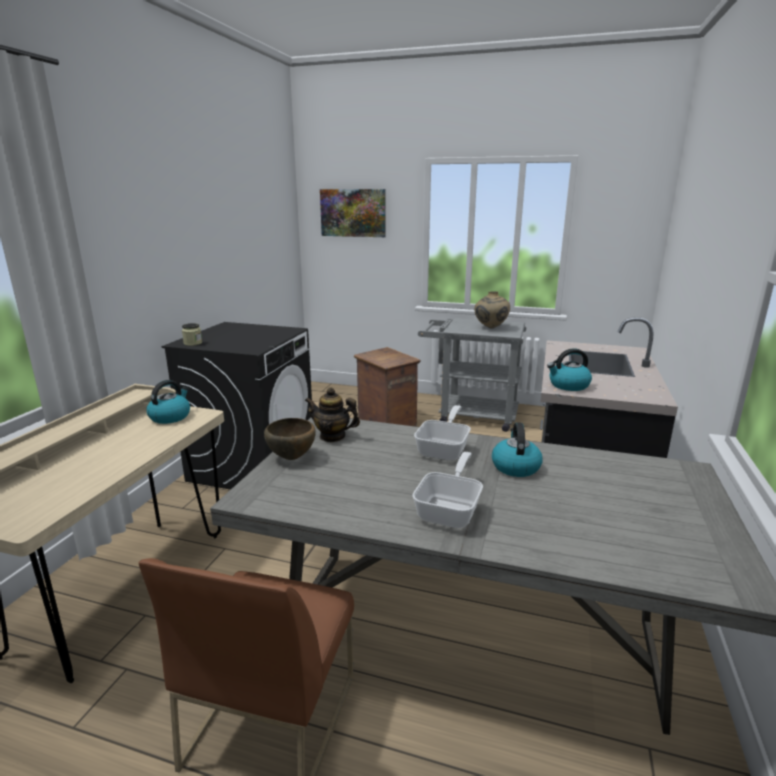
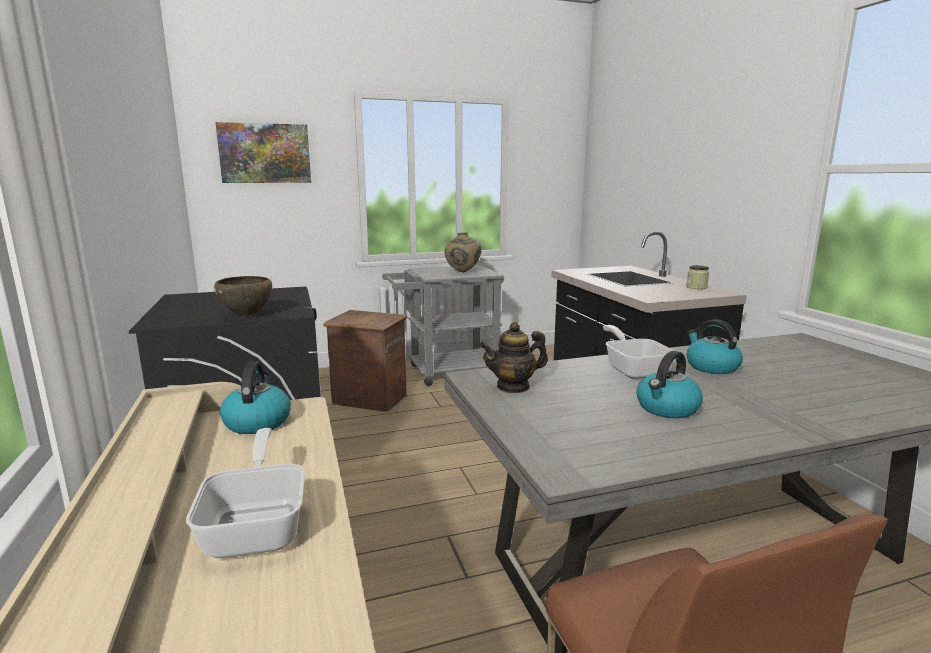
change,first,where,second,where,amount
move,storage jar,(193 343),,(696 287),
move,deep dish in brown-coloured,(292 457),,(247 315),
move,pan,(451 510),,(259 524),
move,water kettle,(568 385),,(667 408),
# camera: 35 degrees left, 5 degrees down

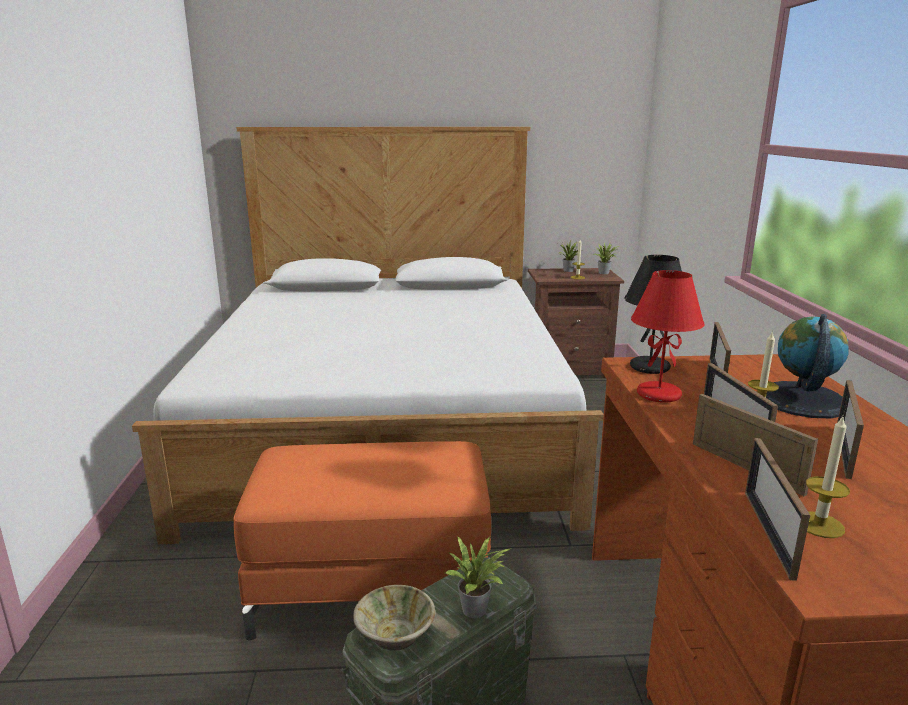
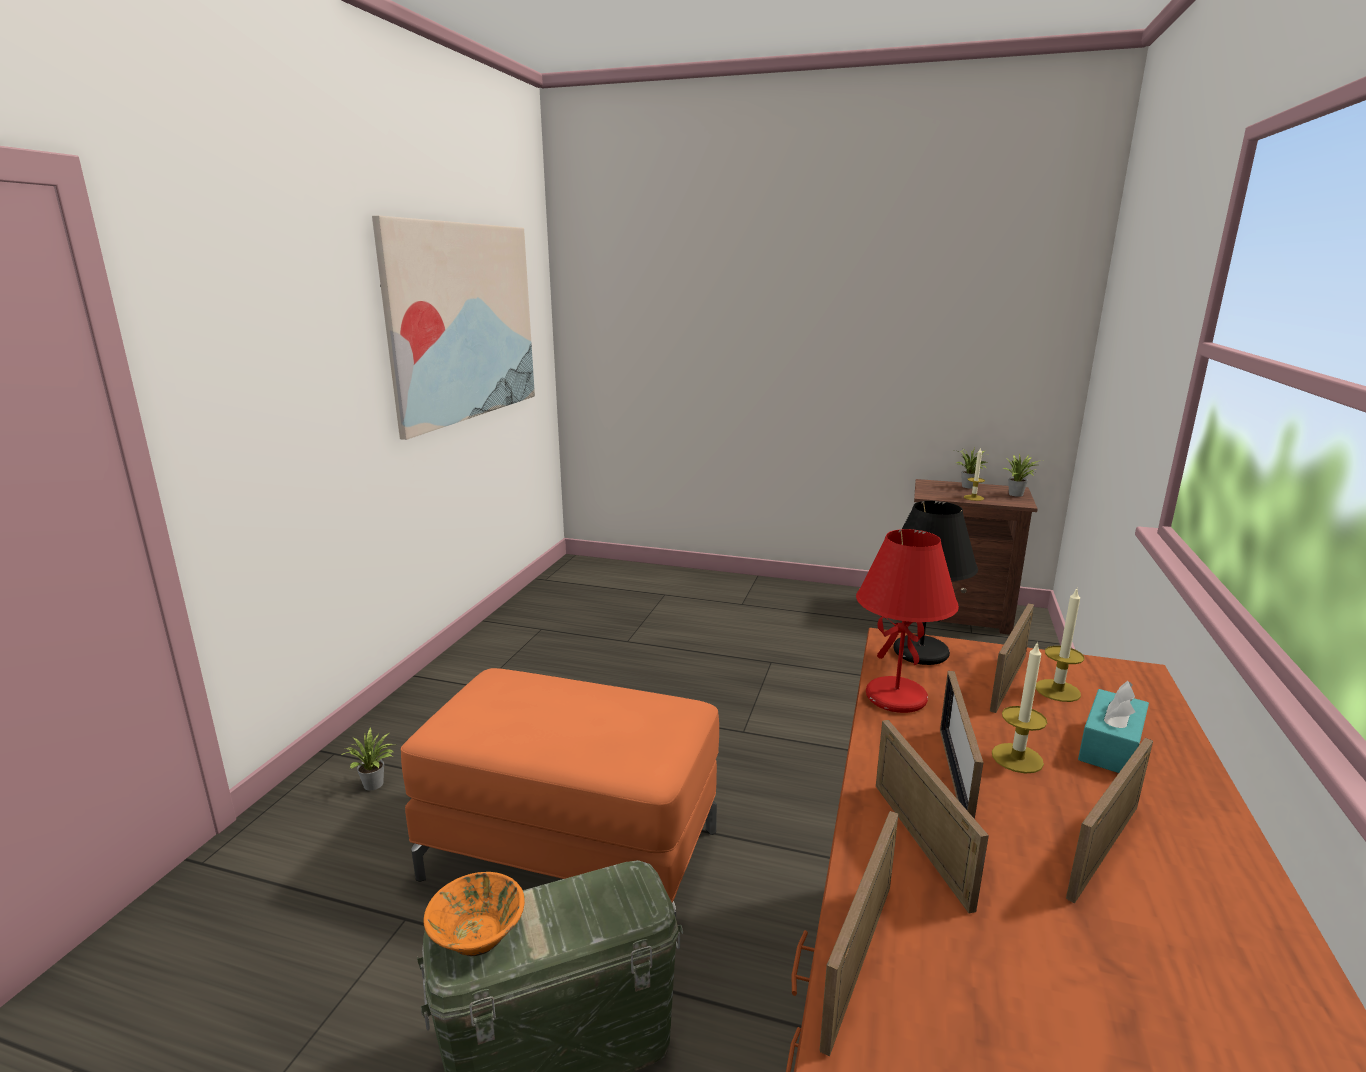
change,first,where,second,where,amount
delete,bed,(387 427),,,
insert,,,wall picture,(464 322),
move,plant in a pot,(478 609),,(375 785),
move,candle,(819 524),,(1057 690),
replace,desk globe,(801 400),box of tissues in blue-green,(1110 747),
recolor,deep dish in sand-coloured,(395 633),deep dish in orangey,(478 933),
# camera: 20 degrees right, 0 degrees up

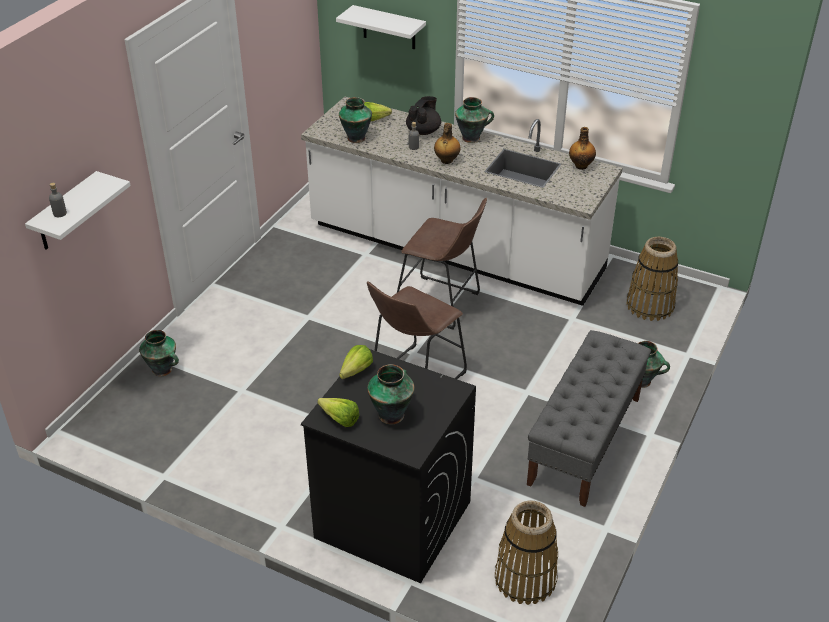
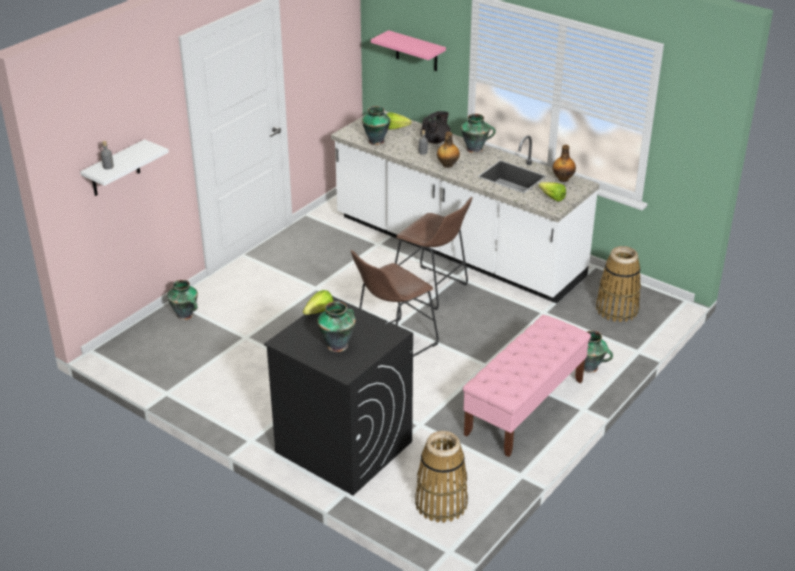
change,first,where,second,where,amount
move,lettuce head,(337 418),,(550 197),
recolor,bracket shelf in white,(389 28),bracket shelf in pinkish,(416 51),
recolor,long seat in gray,(585 441),long seat in pinkish,(524 407),
# camera: 10 degrees right, 5 degrees down

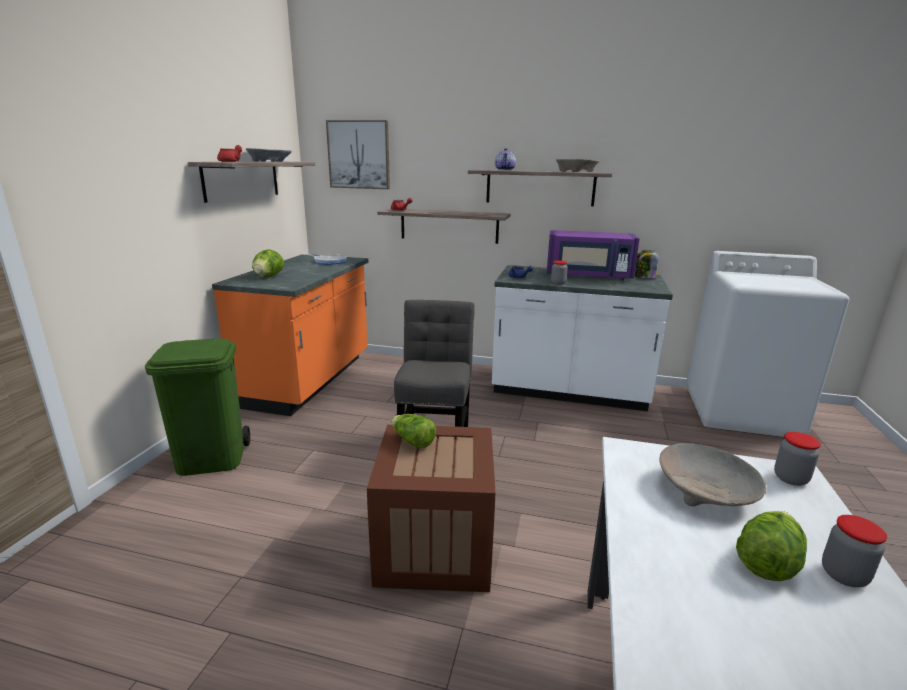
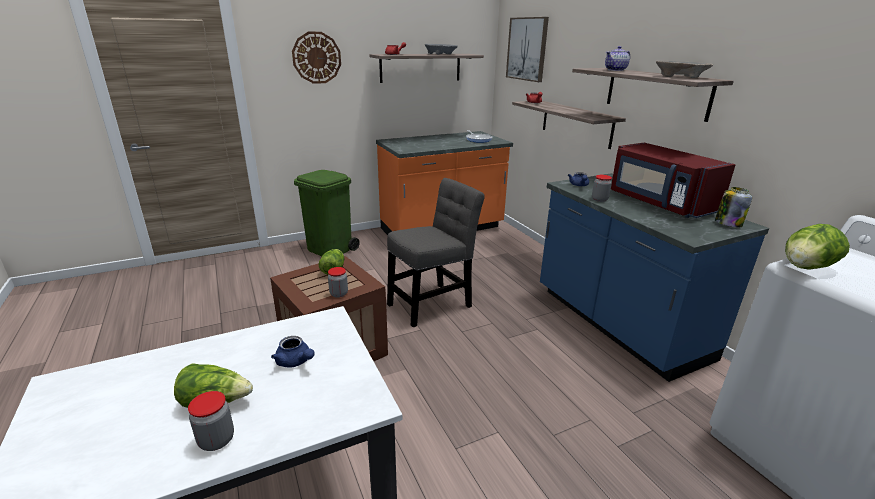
change,first,where,second,where,amount
insert,,,wall clock,(316 58),
move,lettuce head,(268 277),,(806 267),
move,storage jar,(790 478),,(339 294),
replace,deep dish in sand-coloured,(706 491),tea pot in blue,(295 362),
recolor,kitchen base unit in white,(568 392),kitchen base unit in blue,(617 324),
recolor,kitchen microwave in purplish,(588 276),kitchen microwave in reddish,(659 203),
# camera: 50 degrees right, 5 degrees up

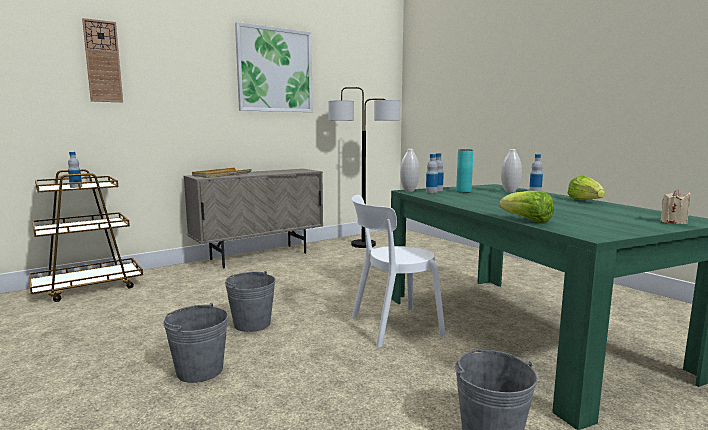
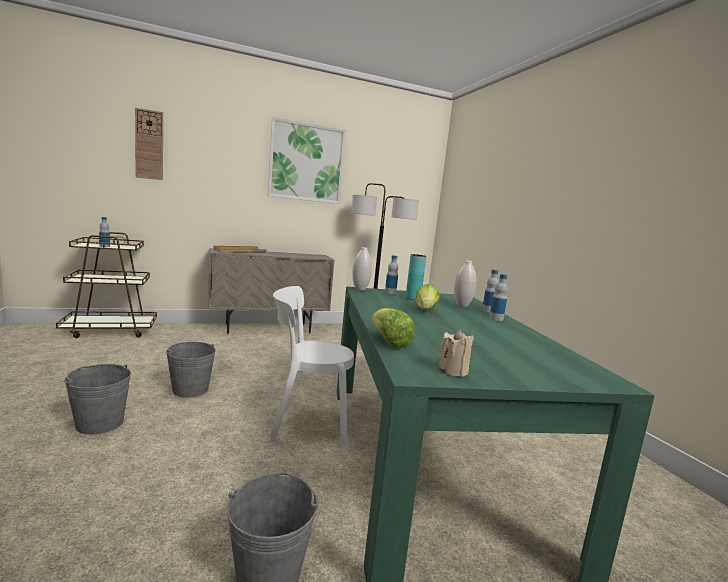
change,first,where,second,where,amount
move,beverage bottle,(431 192),,(496 319),
move,lettuce head,(585 201),,(425 310),
move,candle in sand-coloured,(673 222),,(453 371),
# camera: 15 degrees right, 0 degrees up

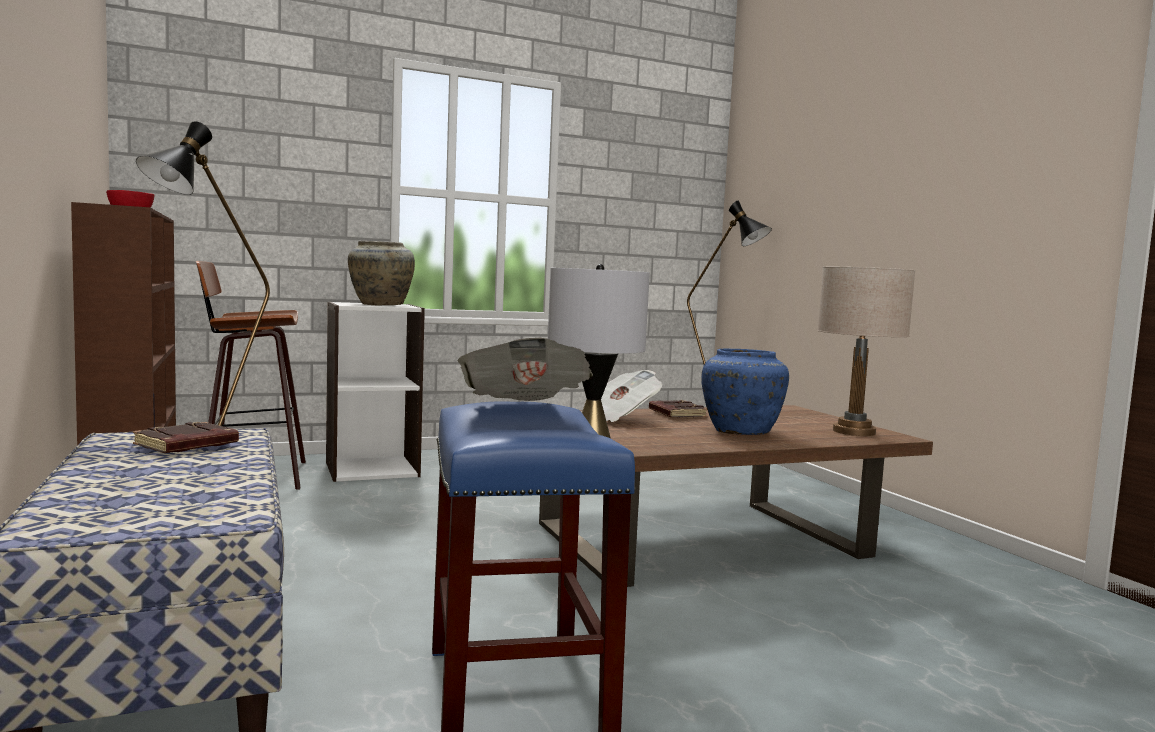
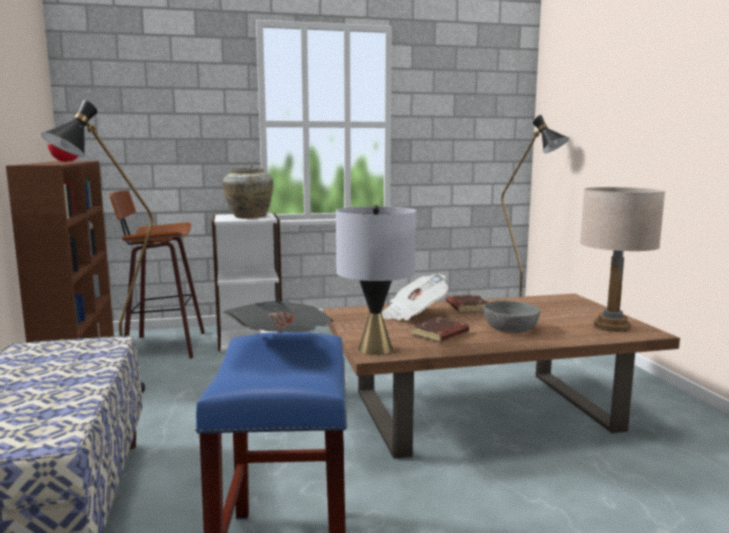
change,first,where,second,where,amount
move,book in brown-coloured,(186 445),,(440 334),
replace,decorative vase in blue,(741 432),deep dish in gray,(511 328),
# camera: 10 degrees right, 5 degrees up

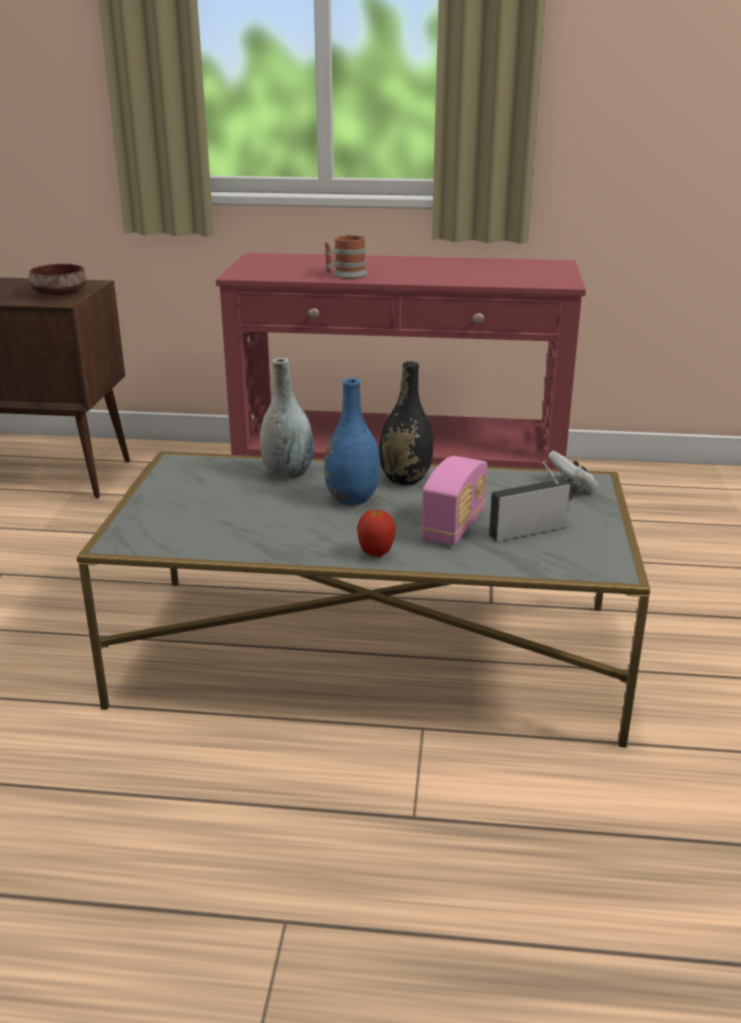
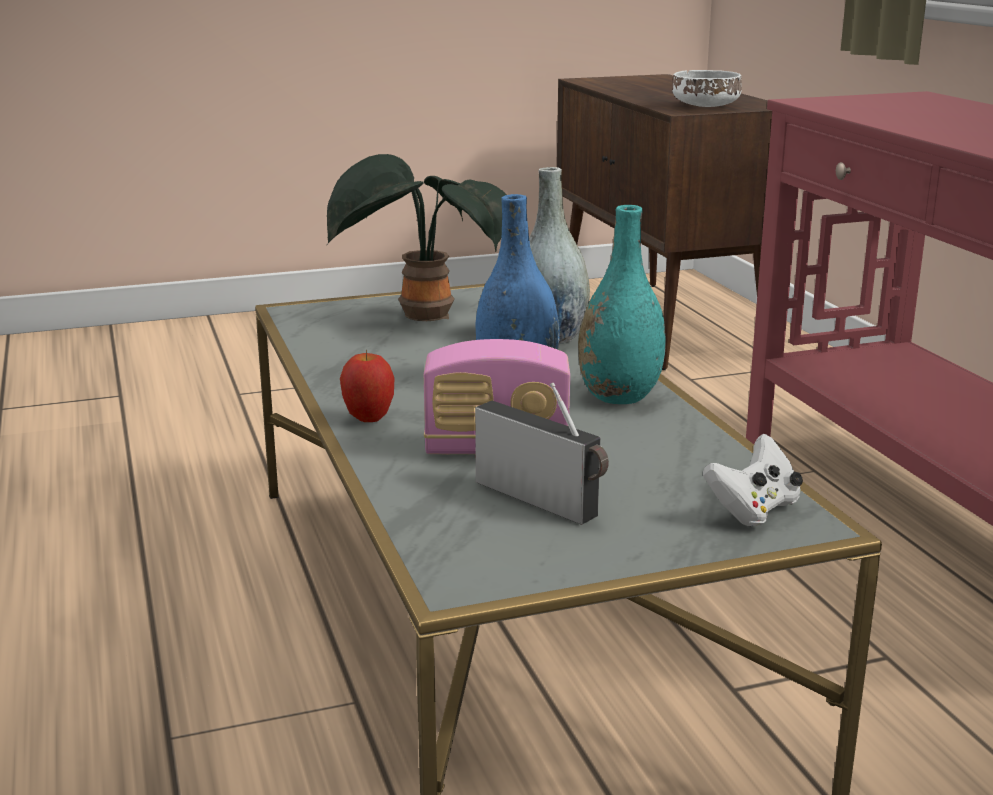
change,first,where,second,where,amount
delete,coffee mug,(345 275),,,
insert,,,plant in a pot,(420 318),
recolor,deep dish in brown-coloured,(61 294),deep dish in white,(705 106),
recolor,decorative vase in black,(405 479),decorative vase in blue-green,(619 396),
# camera: 65 degrees right, 5 degrees down

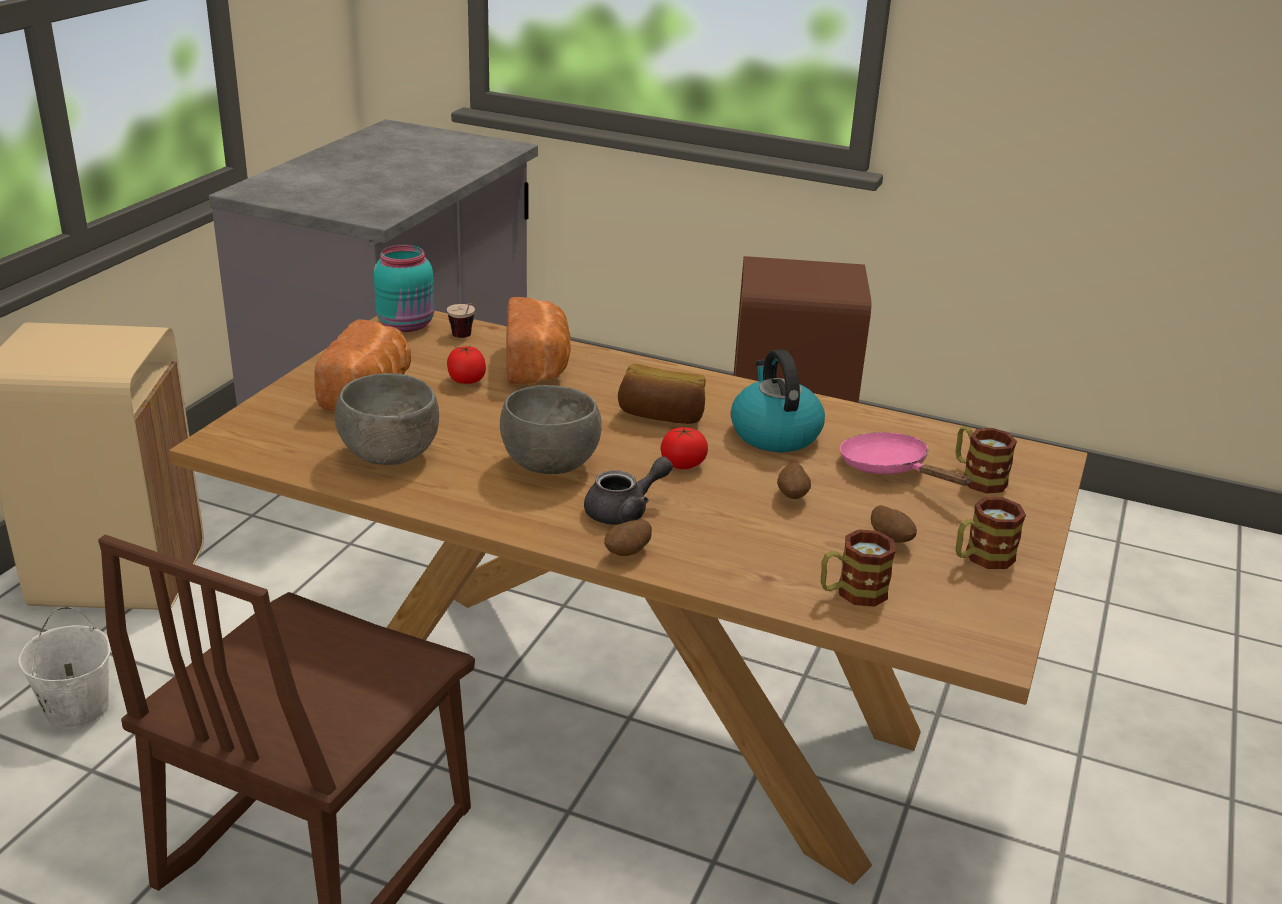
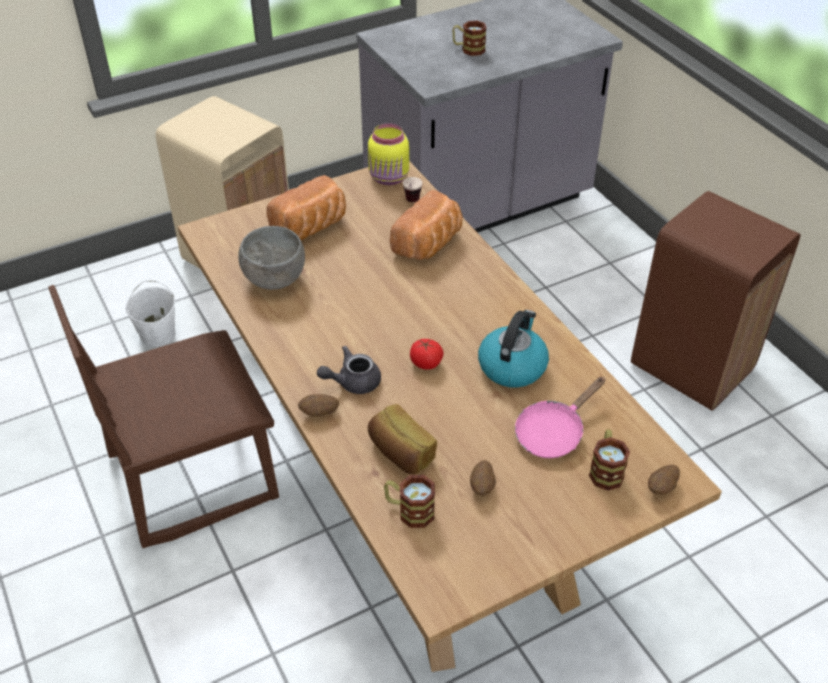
change,first,where,second,where,amount
delete,tomato,(466 380),,,
delete,deep dish in gray,(551 466),,,
move,bread,(662 415),,(400 453),
move,potato,(792 496),,(662 488),
move,coffee mug,(981 558),,(468 49),
recolor,storage jar in blue-green,(407 325),storage jar in yellowish,(389 178),
rotate,tea pot in gray,(625 511),,(352 382),150 degrees clockwise
rotate,pan in pinkish,(890 469),,(553 432),135 degrees counterclockwise
# camera: 40 degrees right, 15 degrees up

